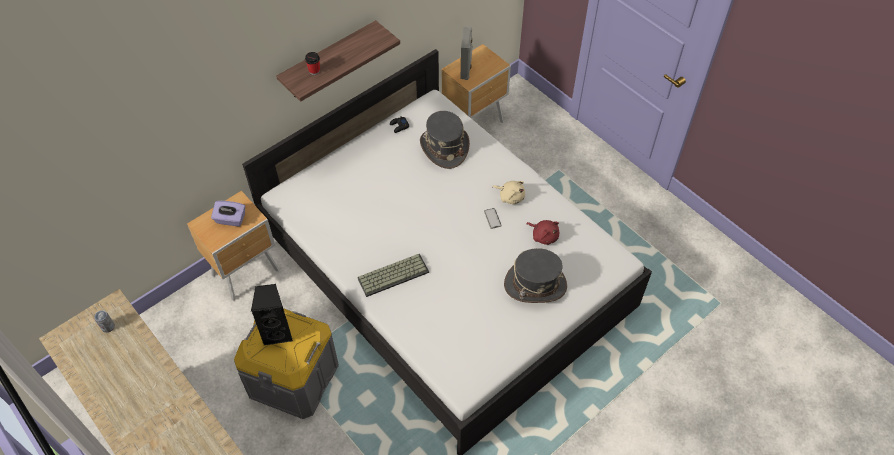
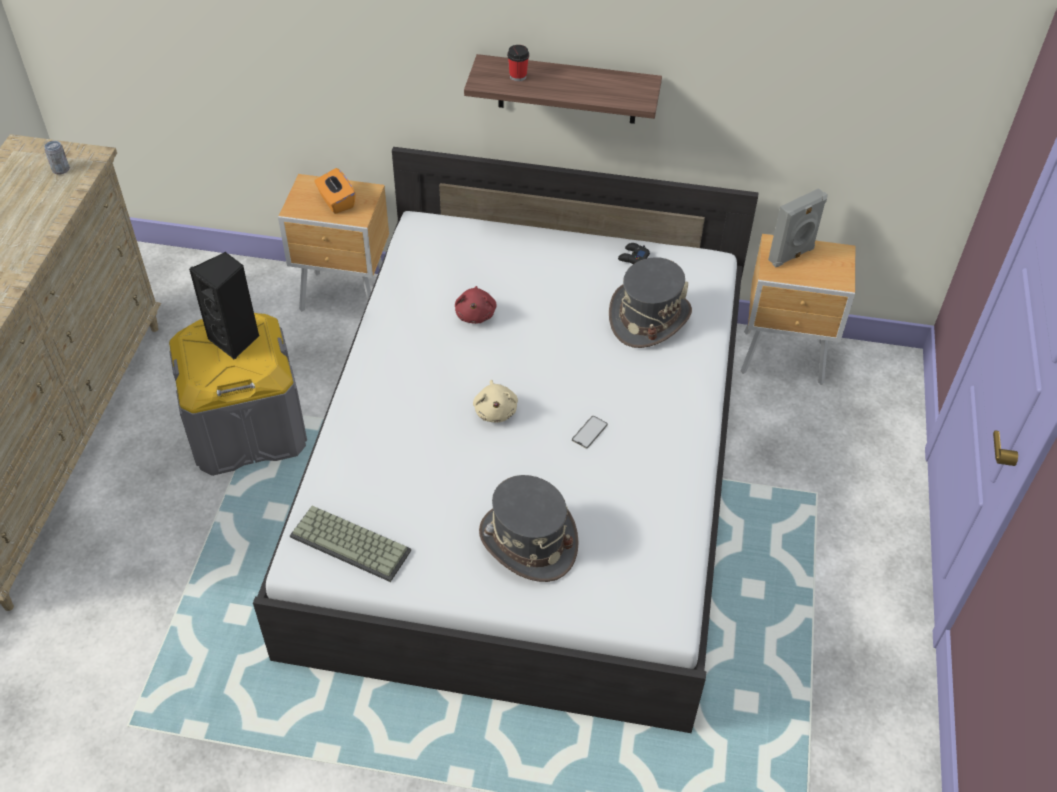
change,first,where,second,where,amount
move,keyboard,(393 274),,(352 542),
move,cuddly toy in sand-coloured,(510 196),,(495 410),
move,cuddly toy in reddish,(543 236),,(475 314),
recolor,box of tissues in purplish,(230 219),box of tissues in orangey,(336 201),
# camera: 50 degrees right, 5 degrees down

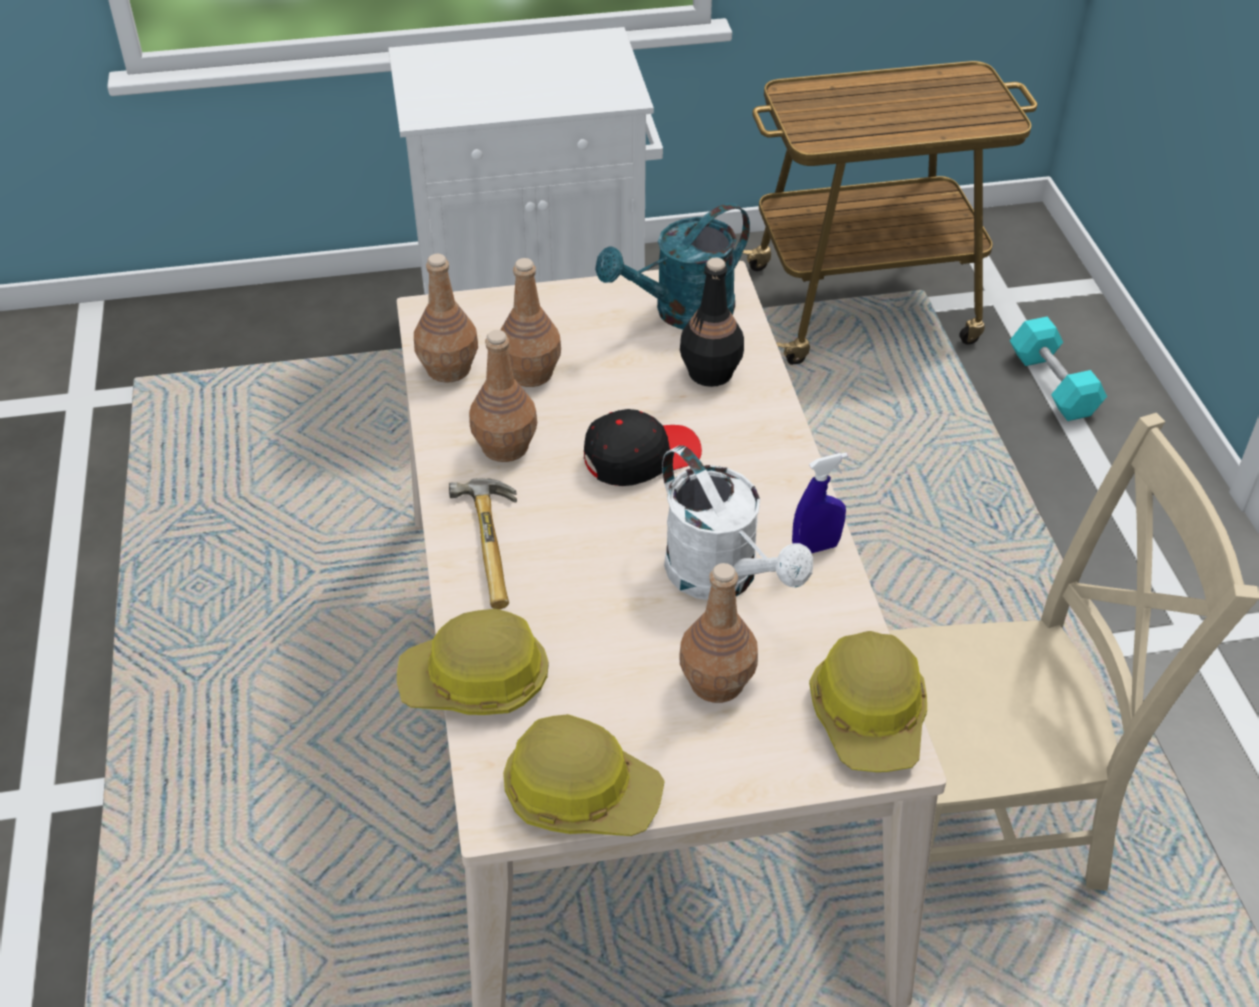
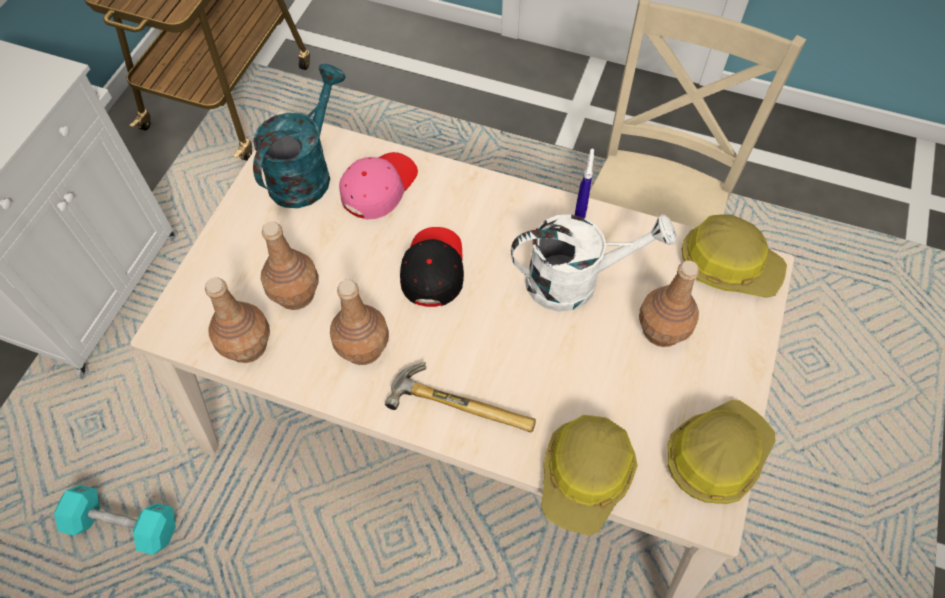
change,first,where,second,where,amount
move,dumbbell in blue-green,(1053 384),,(123 524),
replace,beverage bottle in black,(710 372),cap in pinkish,(379 188),
rotate,sprinkling can in blue-green,(682 313),,(306 172),150 degrees counterclockwise
# camera: 60 degrees left, 15 degrees up

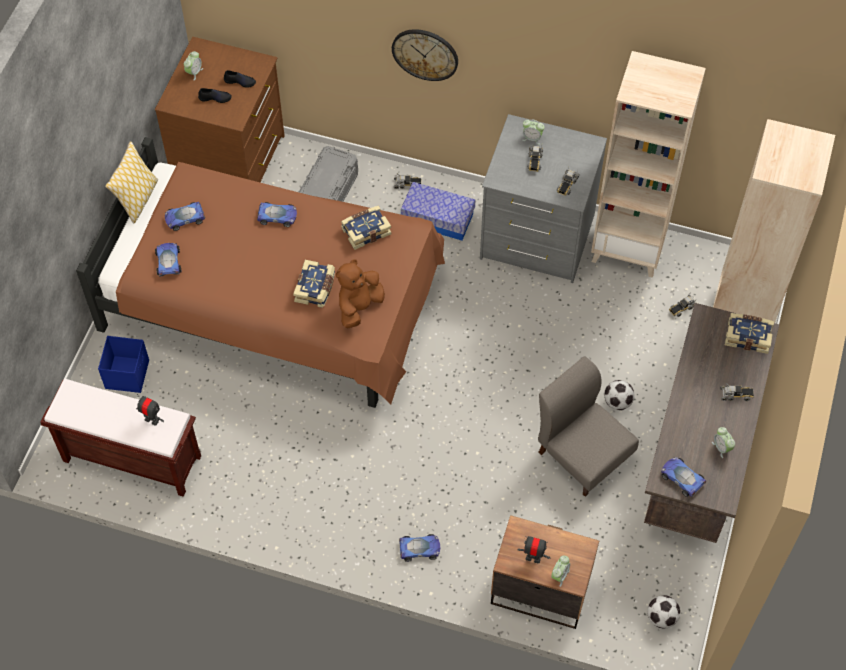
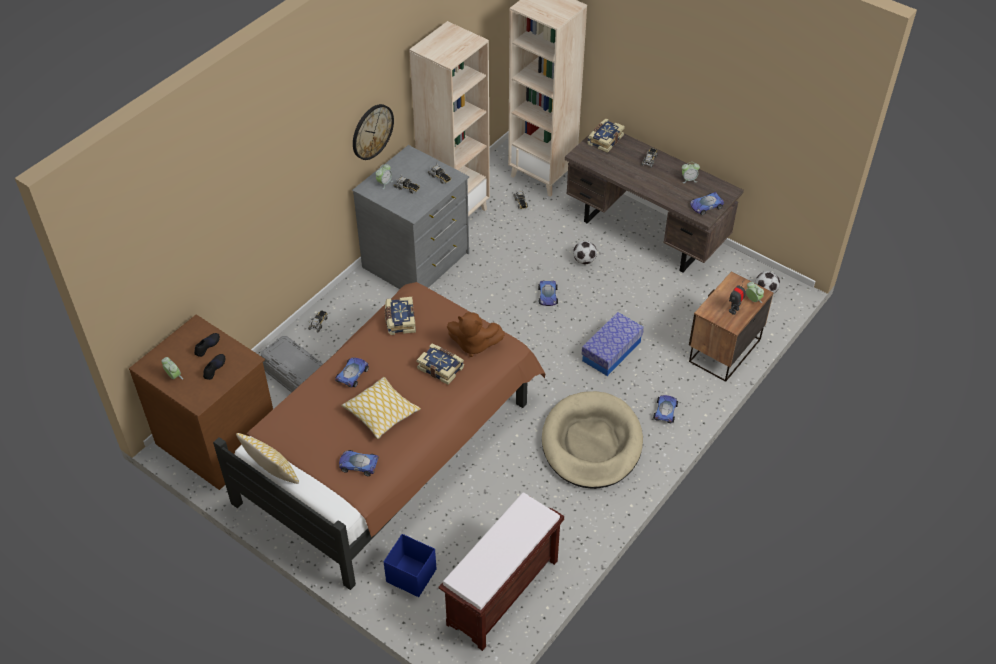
change,first,where,second,where,amount
delete,model robot,(152 420),,,
delete,plain chair in gray,(581 455),,,
insert,,,throw pillow,(381 413),
insert,,,dog bed in sand-coloured,(591 443),
move,toy car,(184 218),,(547 296),
move,wall clock,(425 54),,(372 131),
move,storage bin,(438 218),,(611 351),
rotate,cuddly toy in brown-coloured,(359 307),,(473 345),45 degrees counterclockwise
# camera: 70 degrees left, 10 degrees down

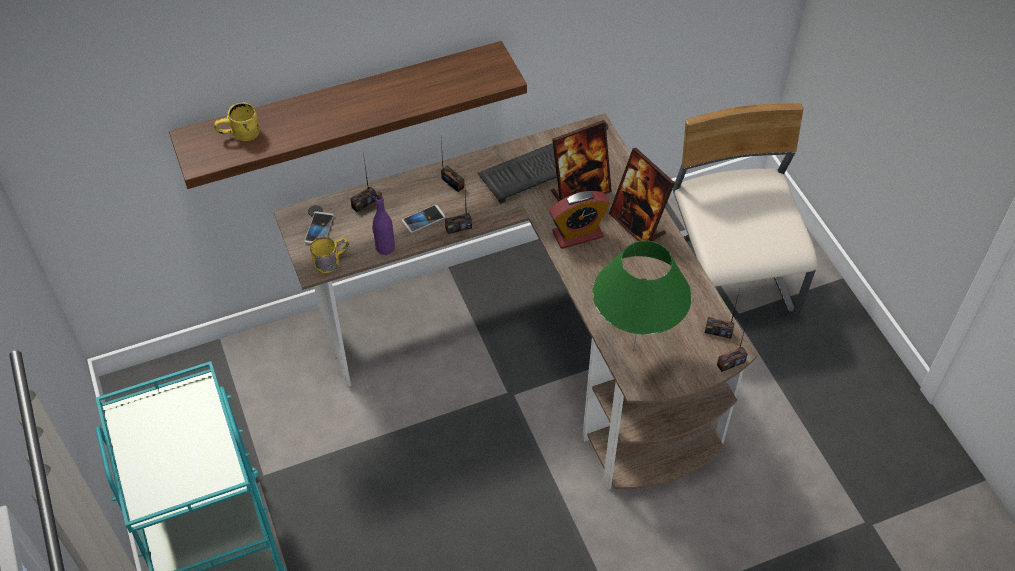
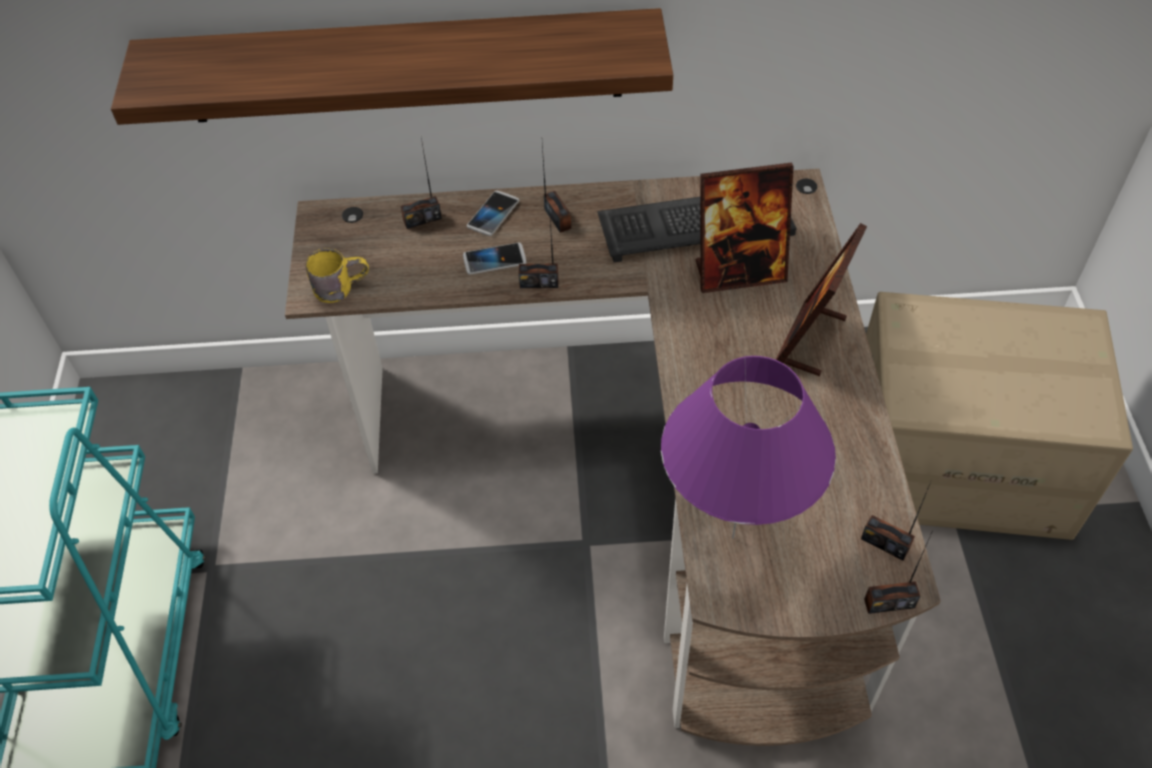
change,first,where,second,where,amount
delete,coffee mug in yellowish,(241 136),,,
delete,beverage bottle in purplish,(385 247),,,
delete,table clock,(577 234),,,
move,handset,(319 229),,(493 214),
replace,plain chair in sand-coloured,(727 280),packing box,(956 460),
recolor,lamp for a table in green-coloured,(633 351),lamp for a table in purplish,(732 538),
rotate,photo frame,(637 225),,(810 340),45 degrees clockwise
# camera: 20 degrees right, 0 degrees up

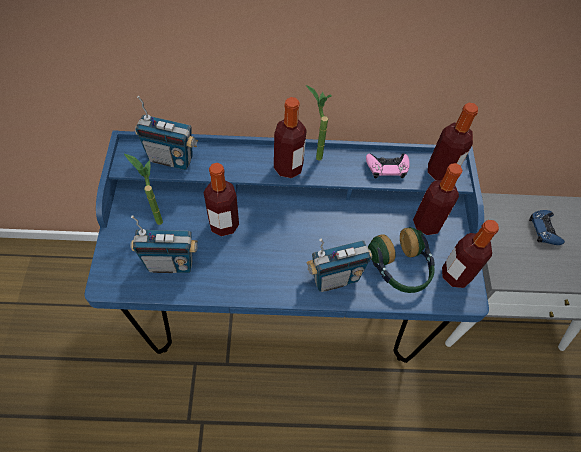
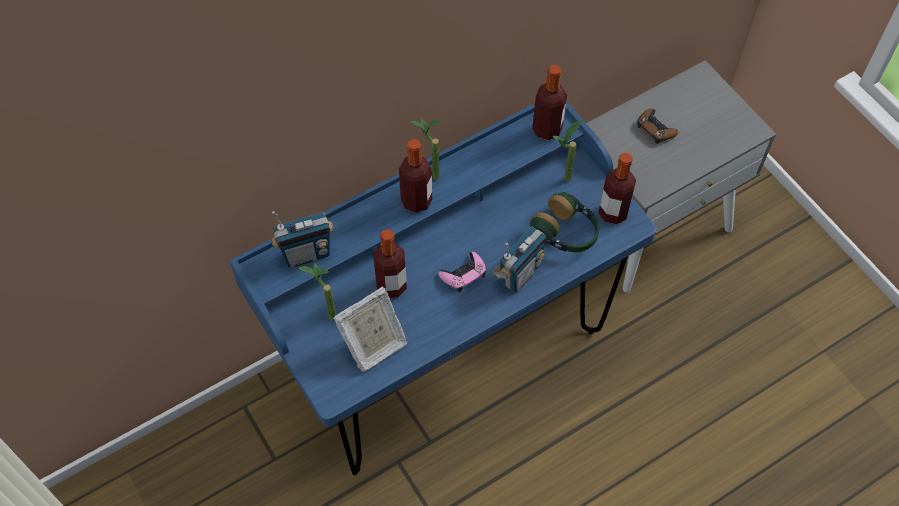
change,first,where,second,where,amount
move,game controller in pinkish,(387 167),,(463 274),
replace,radio set,(171 263),photo frame,(373 346),
replace,beverage bottle,(427 223),plant in a pot,(562 182),
recolor,game controller in blue,(544 230),game controller in brown-coloured,(655 129),
# camera: 30 degrees left, 0 degrees up

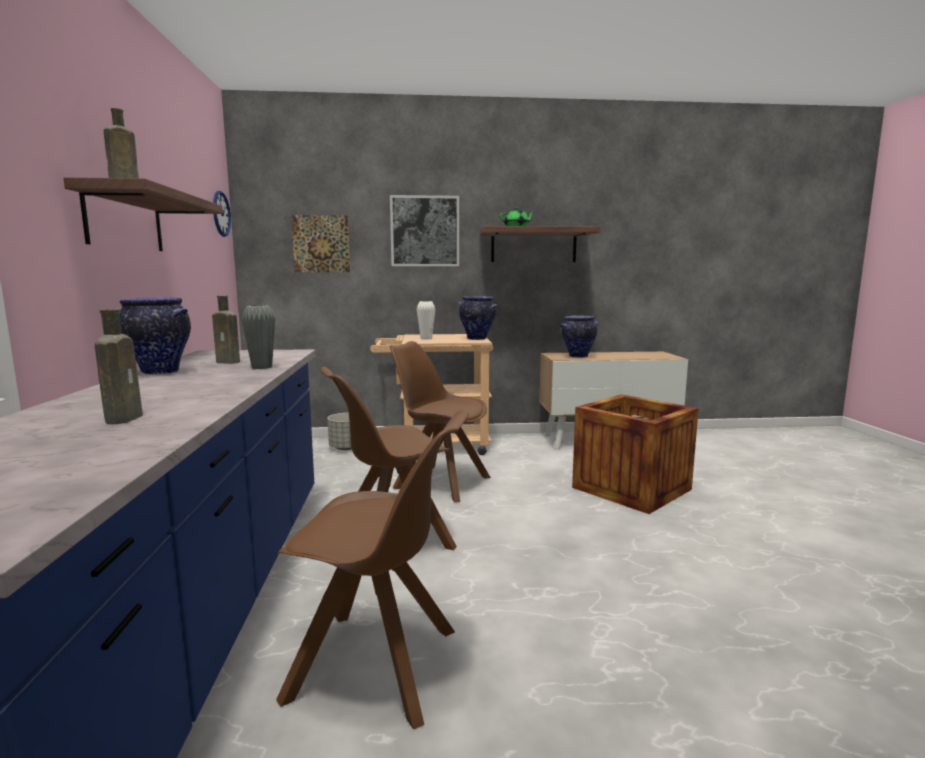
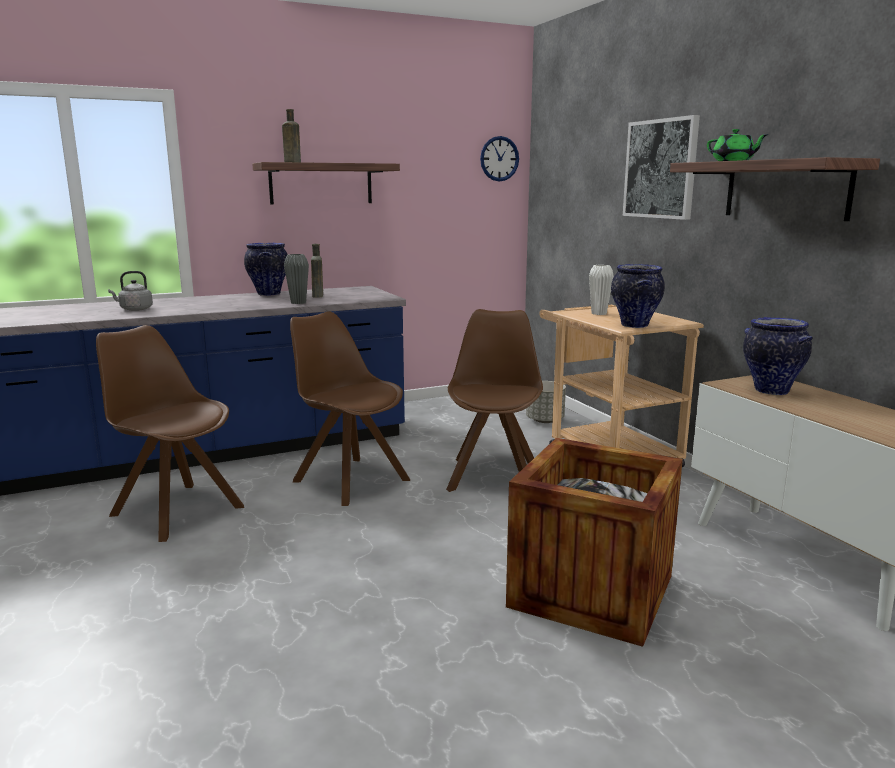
change,first,where,second,where,amount
delete,wall picture,(321 244),,,
replace,beverage bottle in brown-coloured,(125 418),water kettle in gray,(134 309),
rotate,plain chair in brown-coloured,(379 665),,(175 510),135 degrees clockwise
# camera: 70 degrees right, 5 degrees up

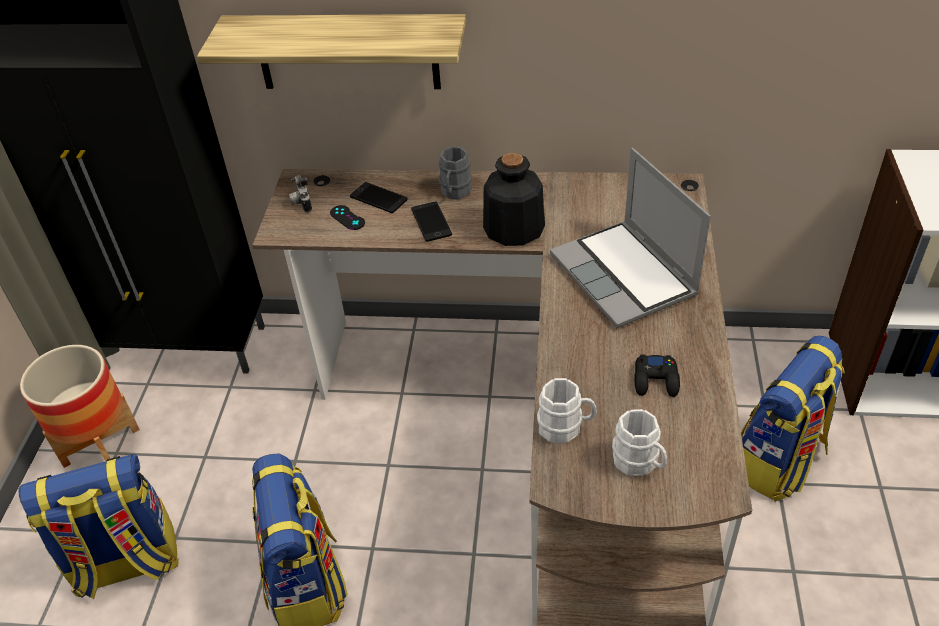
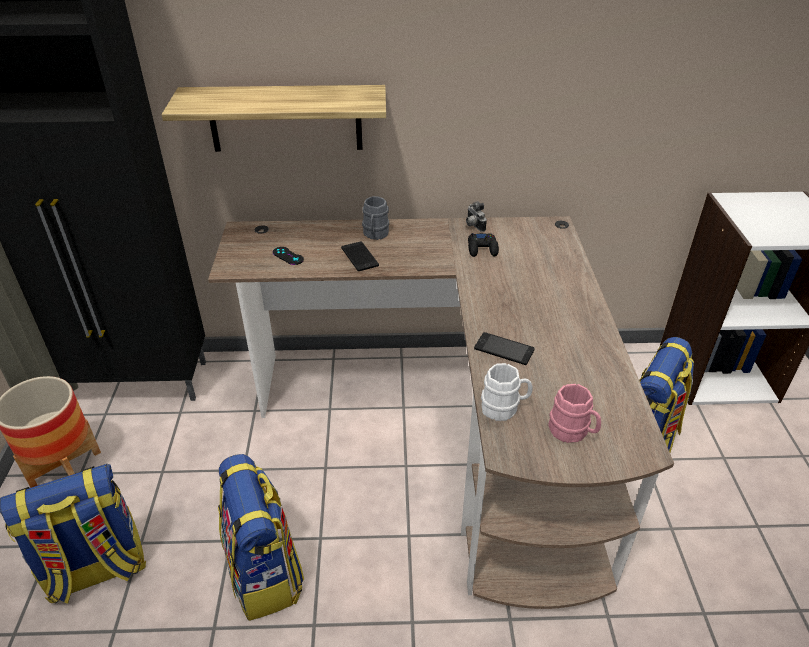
change,first,where,second,where,amount
delete,beverage bottle,(513 228),,,
delete,notebook computer,(625 276),,,
move,still camera,(301 203),,(473 226),
move,handset,(378 198),,(504 349),
move,game controller in black,(656 380),,(482 249),
recolor,coffee mug in white,(639 463),coffee mug in pinkish,(572 432),
# camera: 10 degrees left, 5 degrees down

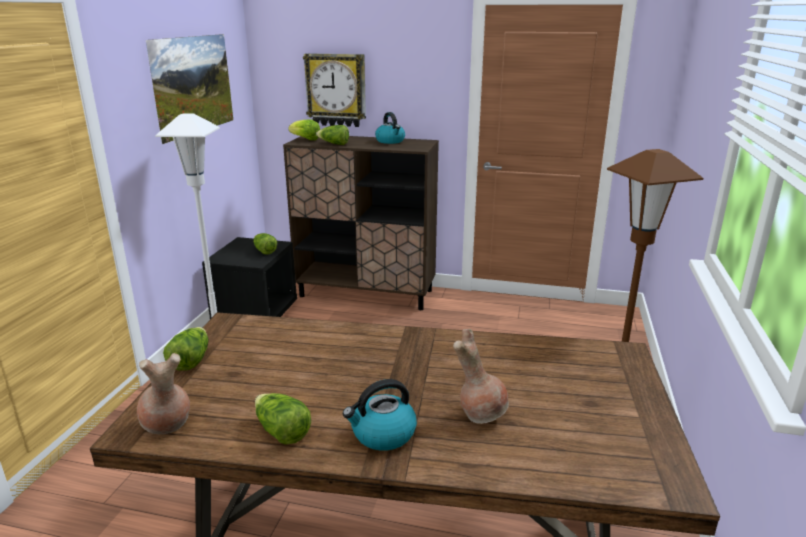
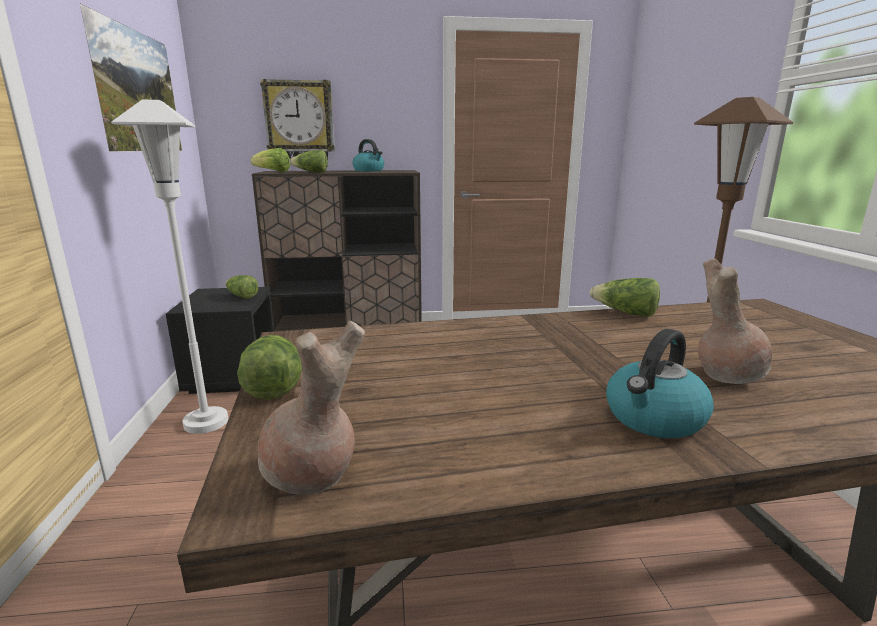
change,first,where,second,where,amount
move,lettuce head,(281 431),,(625 313),
# camera: 20 degrees left, 5 degrees down

